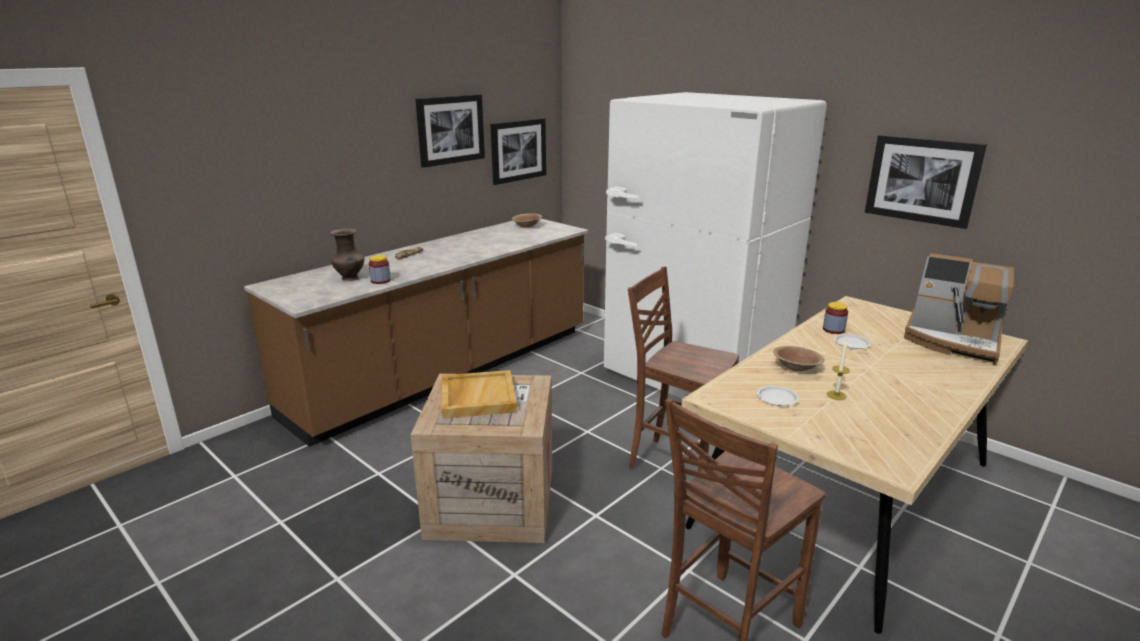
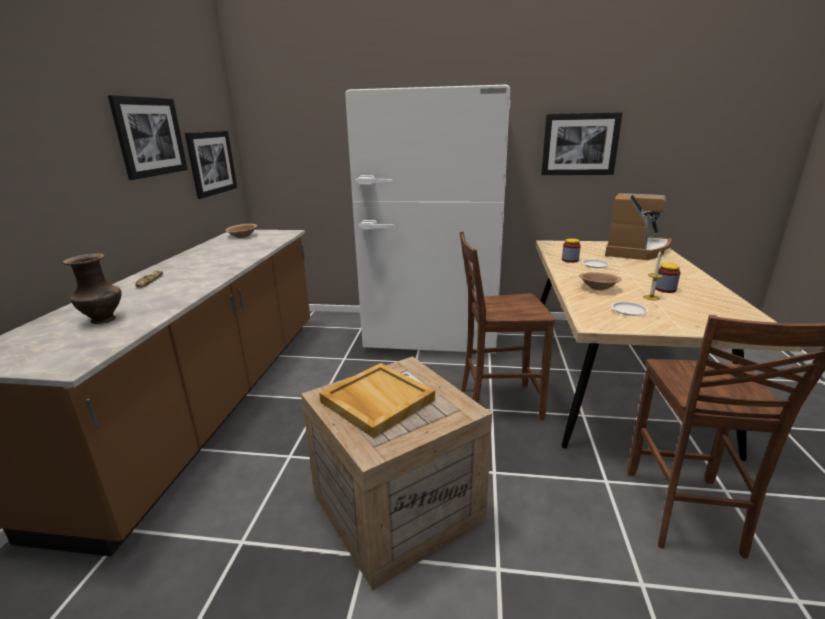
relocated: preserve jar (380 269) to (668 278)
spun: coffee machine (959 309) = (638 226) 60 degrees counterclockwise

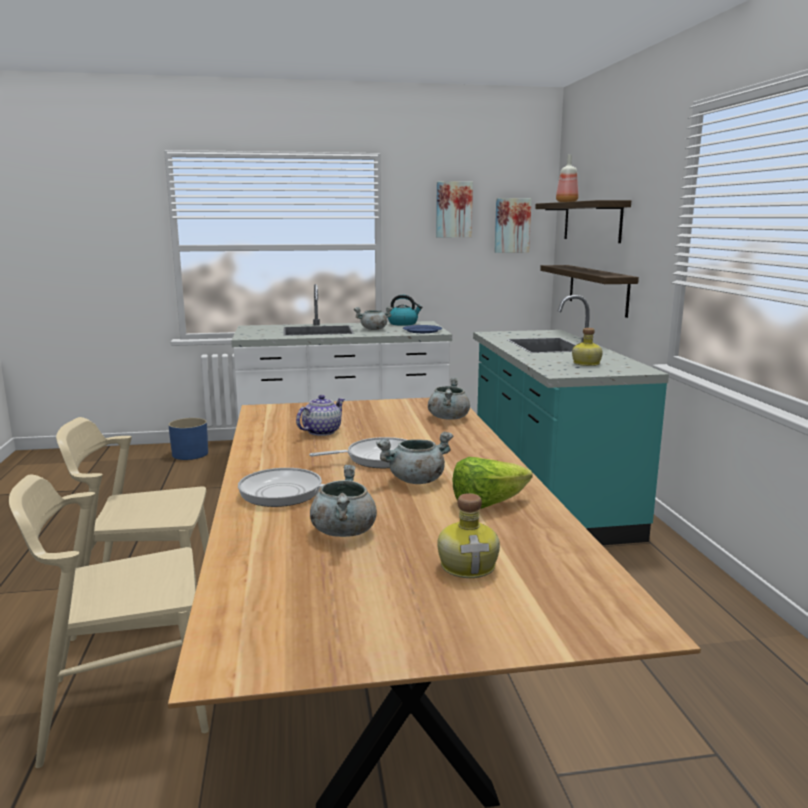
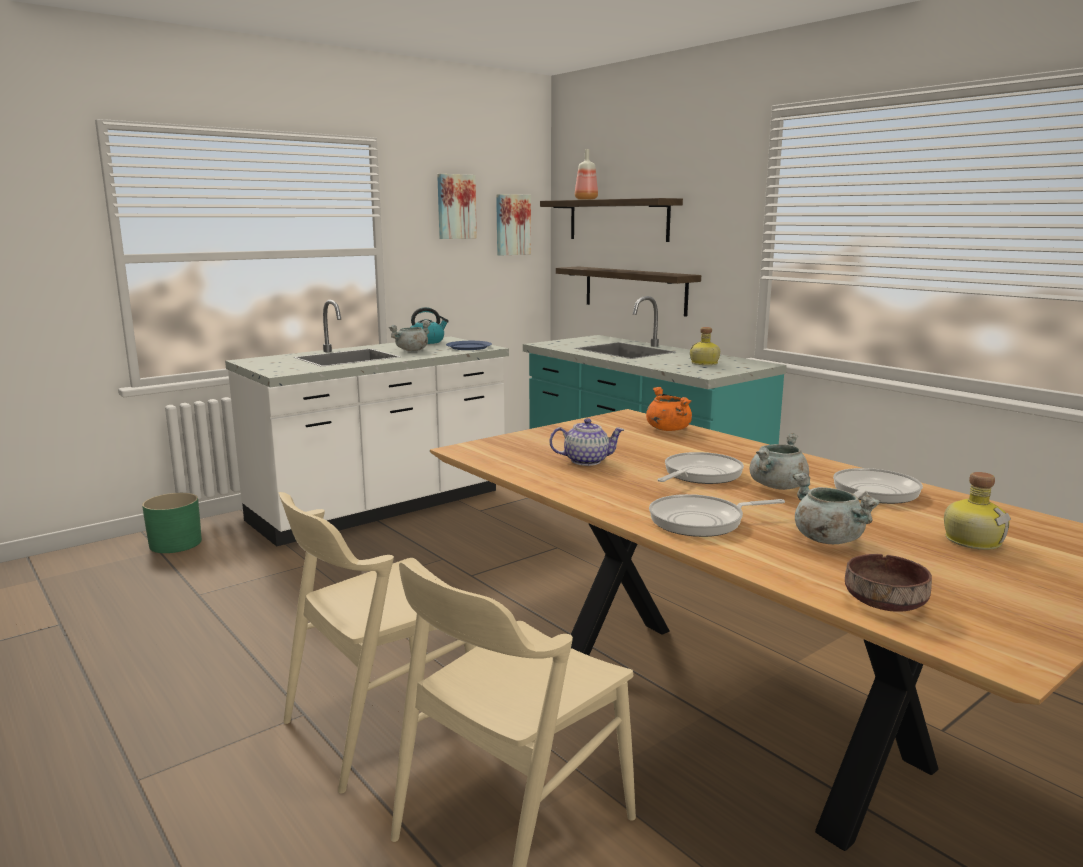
appeared: brownish serving bowl (888 583)
exchanged: head of lettuce (492 483) to frying pan (878 486)
colour: blue planter (188 439) to green-coloured planter (172 523); gray cooking pot (449 399) to orange cooking pot (669 409)
spun: pot for tea (320 415) = (586 442) 75 degrees clockwise

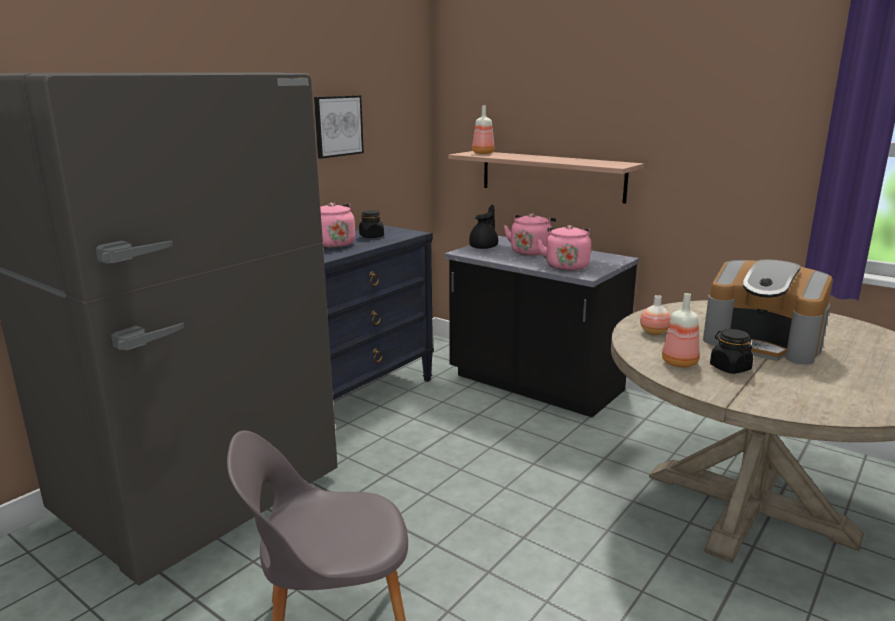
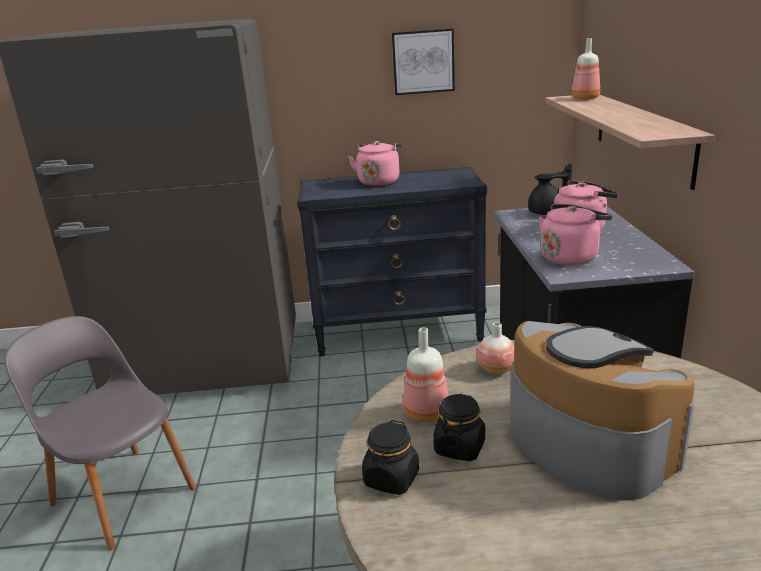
relocated: black-coloured preserve jar (371 224) to (390 457)
spun: coffee machine (768 312) = (602 410) 150 degrees clockwise

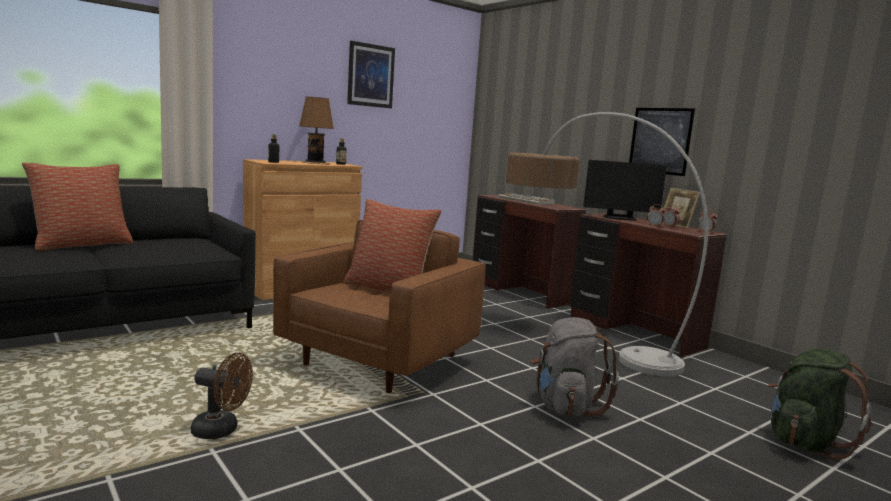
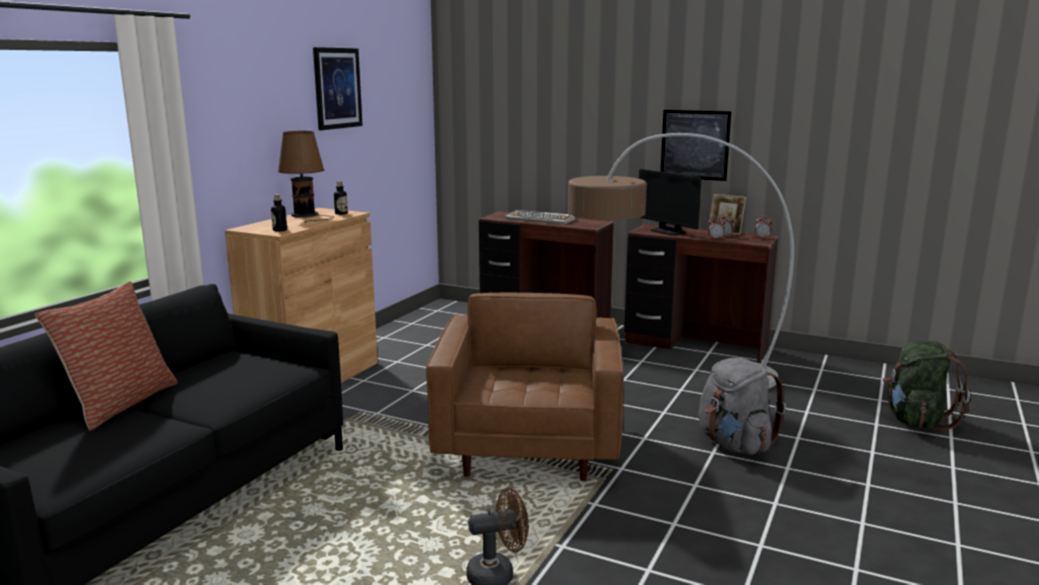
missing: pillow (392 246)
spun: computer screen (625 190) = (670 202) 75 degrees clockwise

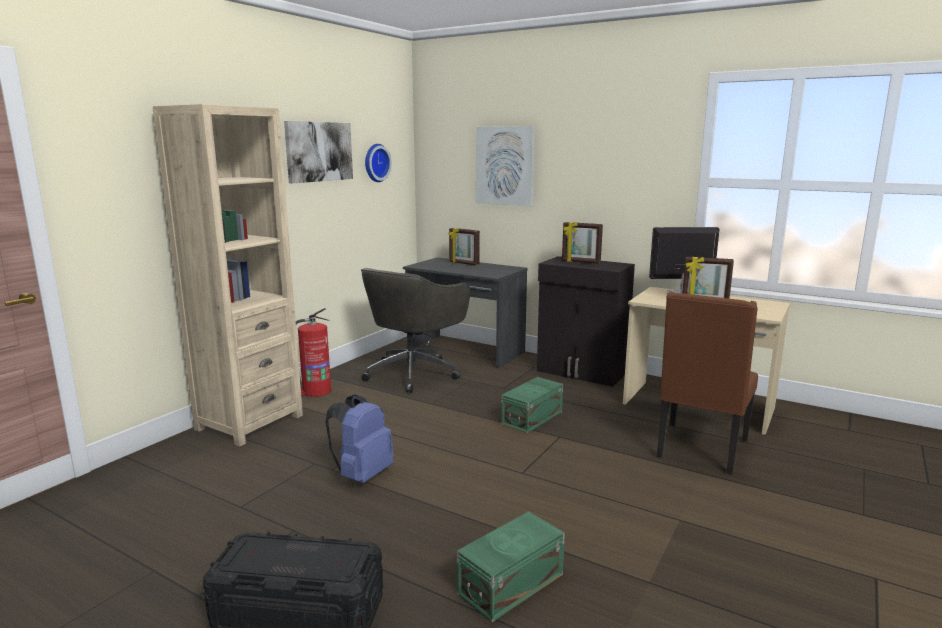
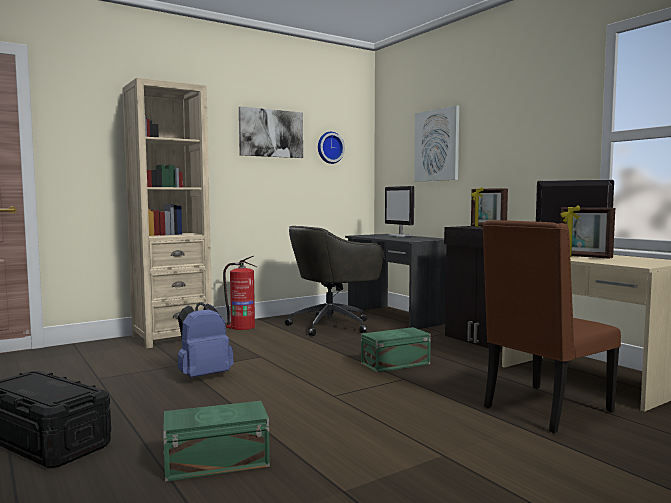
exchanged: picture frame (464 246) to computer screen (399 211)

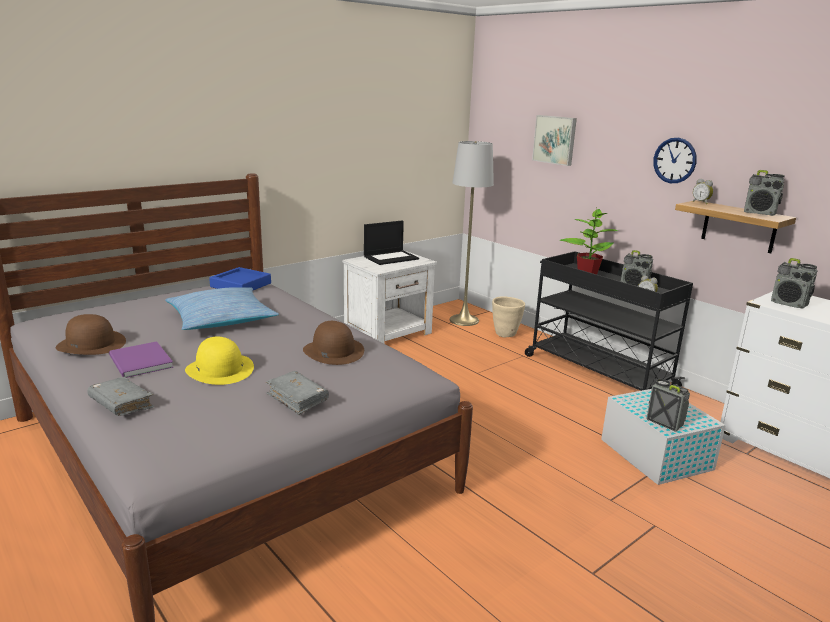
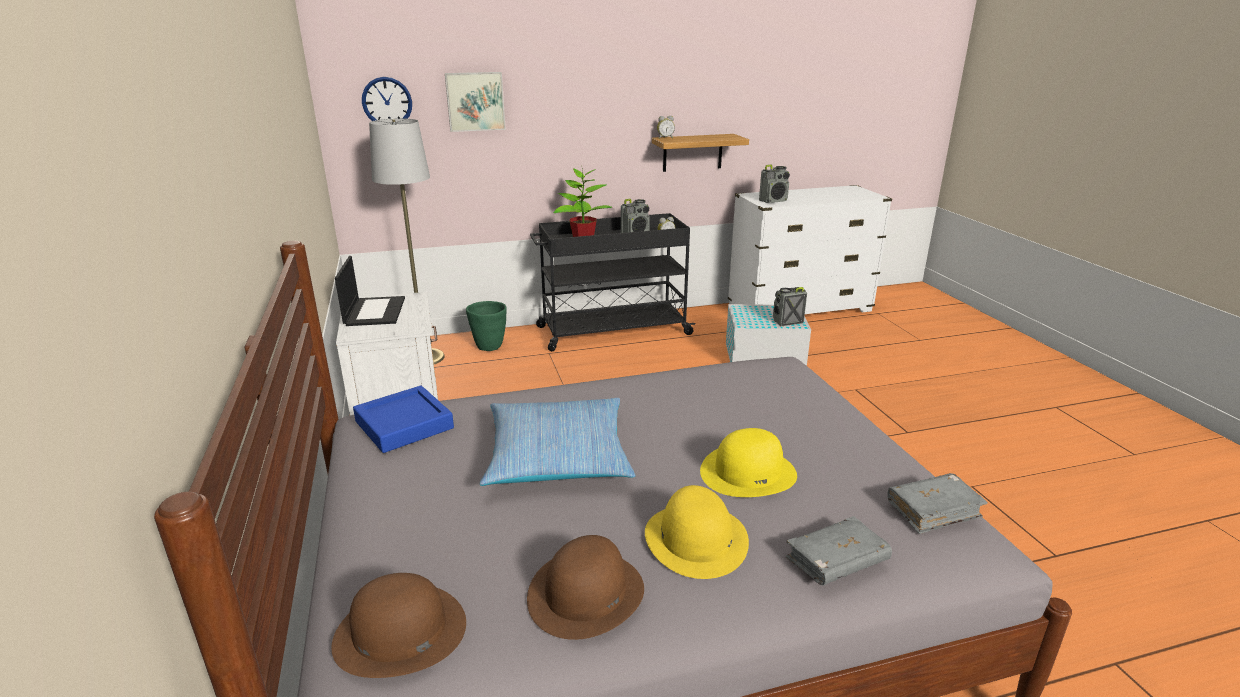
missing: radio set (764 193)
relocated: brownish hat (333 343) to (398 625); wall clock (675 160) to (387 99); gray bound book (297 393) to (937 503)
exchanged: purple bound book (141 359) to yellow-coloured hat (697 532)
colour: beige-coloured planter (508 316) to green-coloured planter (486 326)

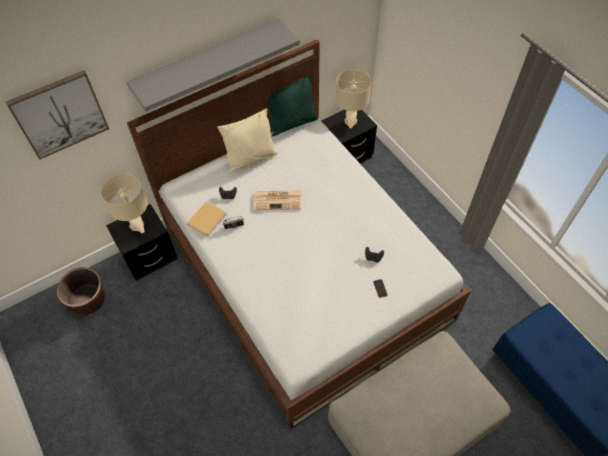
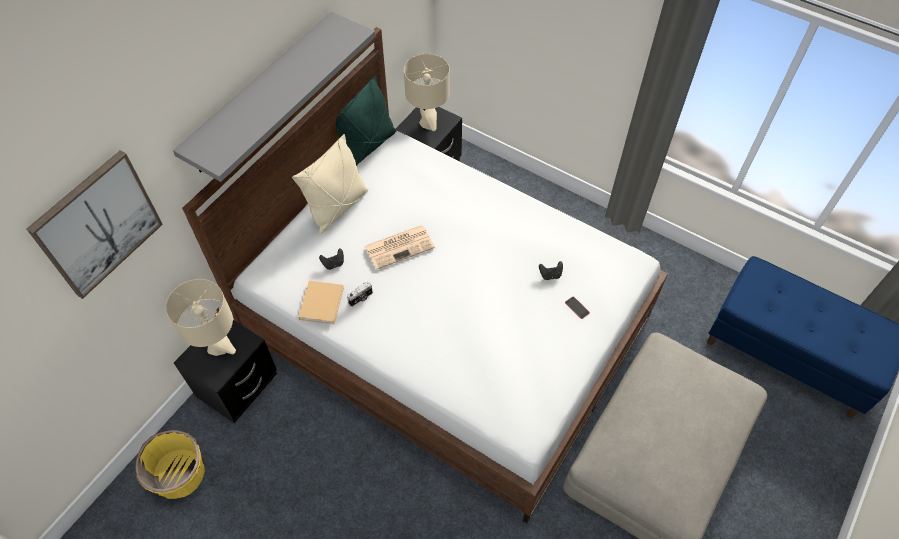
colour: brownish planter (81 291) to yellow-coloured planter (170 464)

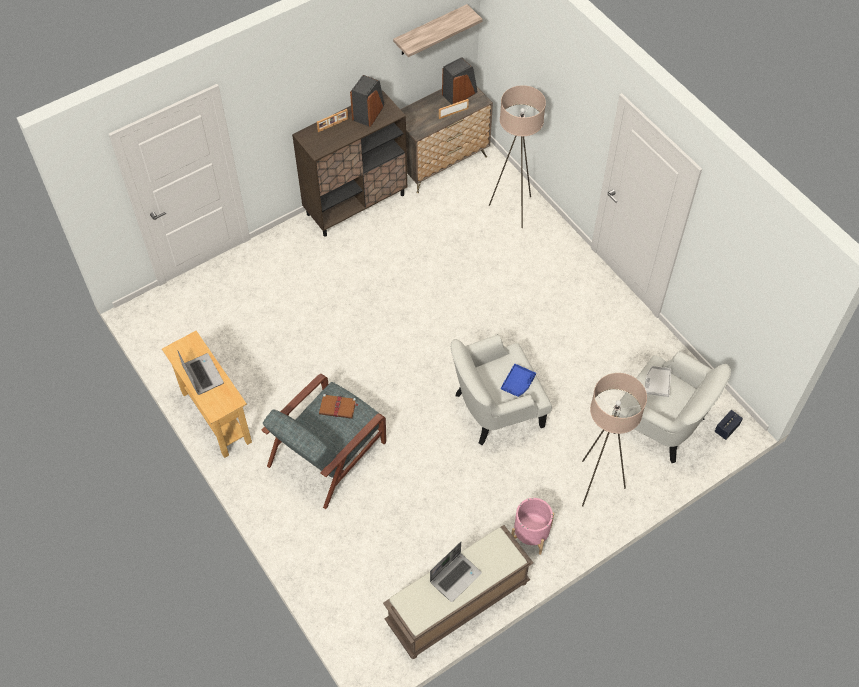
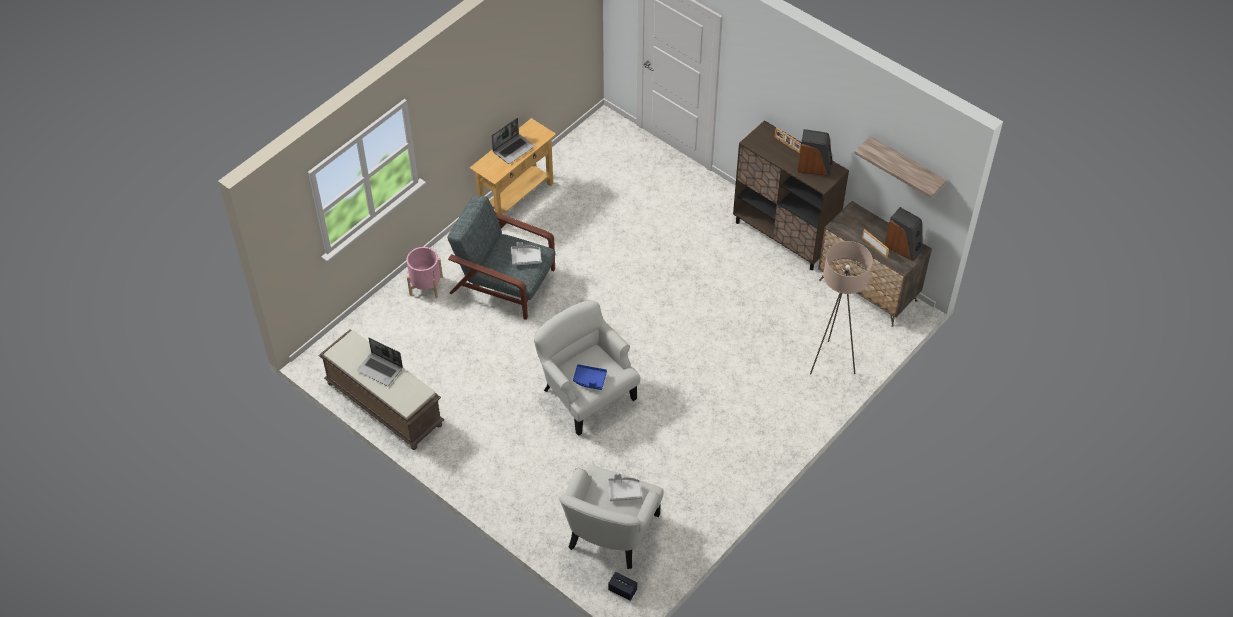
missing: beige-coloured standard lamp (614 440)
relocated: pink-coloured planter (533 526) to (425 272)
exchanged: brownish bound book (338 406) to gray carrying tray (526 254)

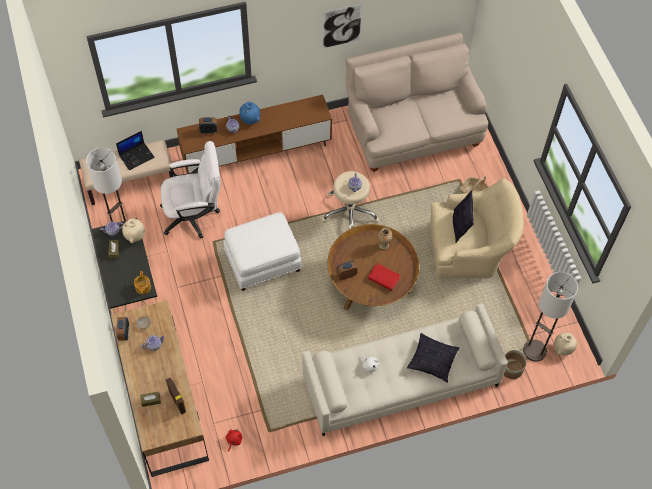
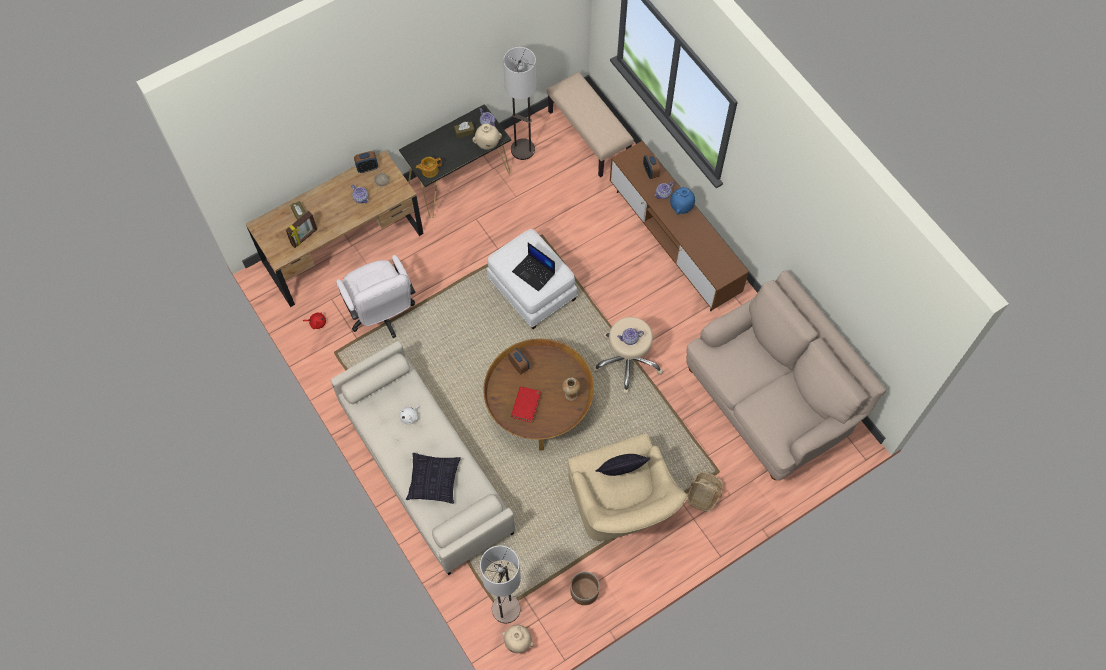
missing: picture (342 26)
relocated: white desk chair (190 190) to (375 296); notebook computer (135 150) to (533 267); planter (515 364) to (584 588)

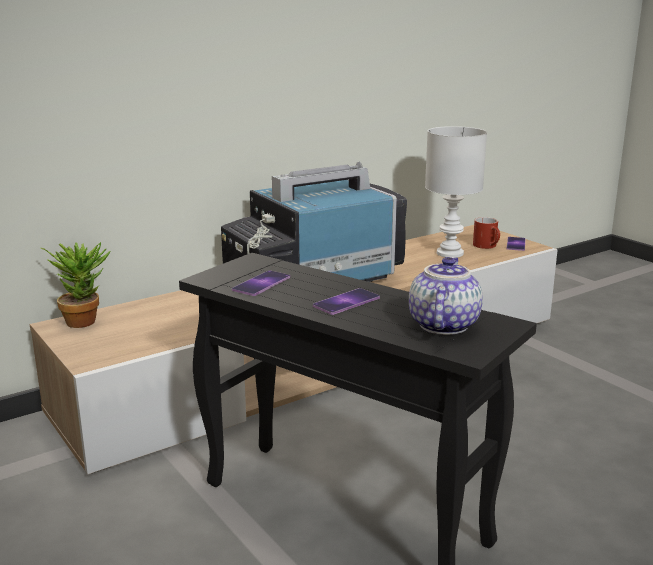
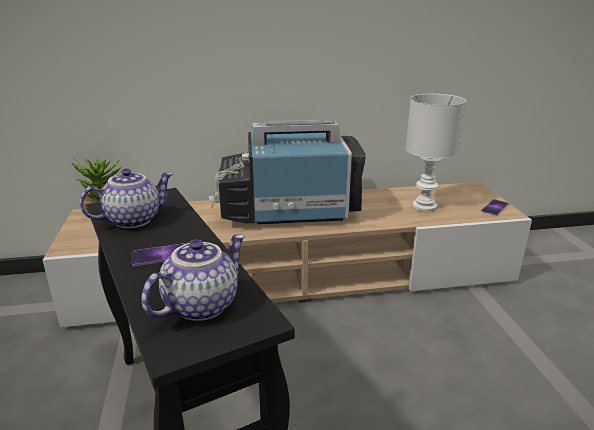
missing: reddish coffee mug (486 233)
exchanged: telephone (261 283) to pot for tea (126 198)

